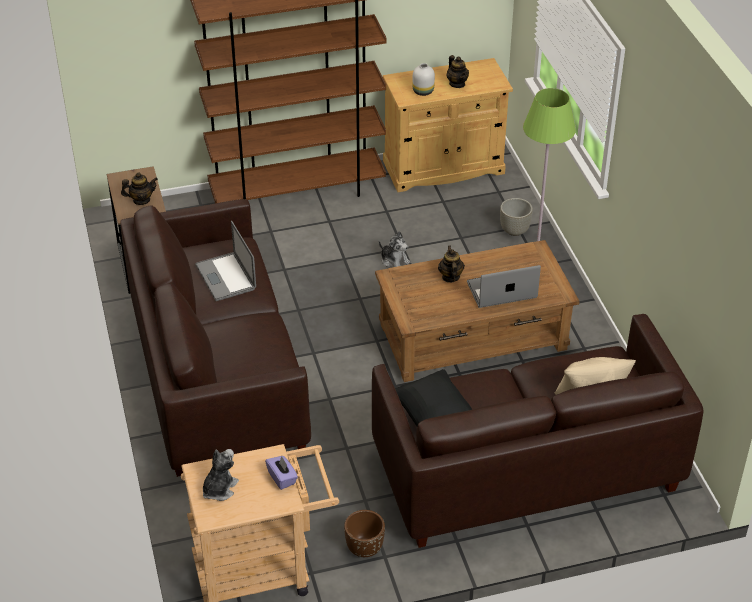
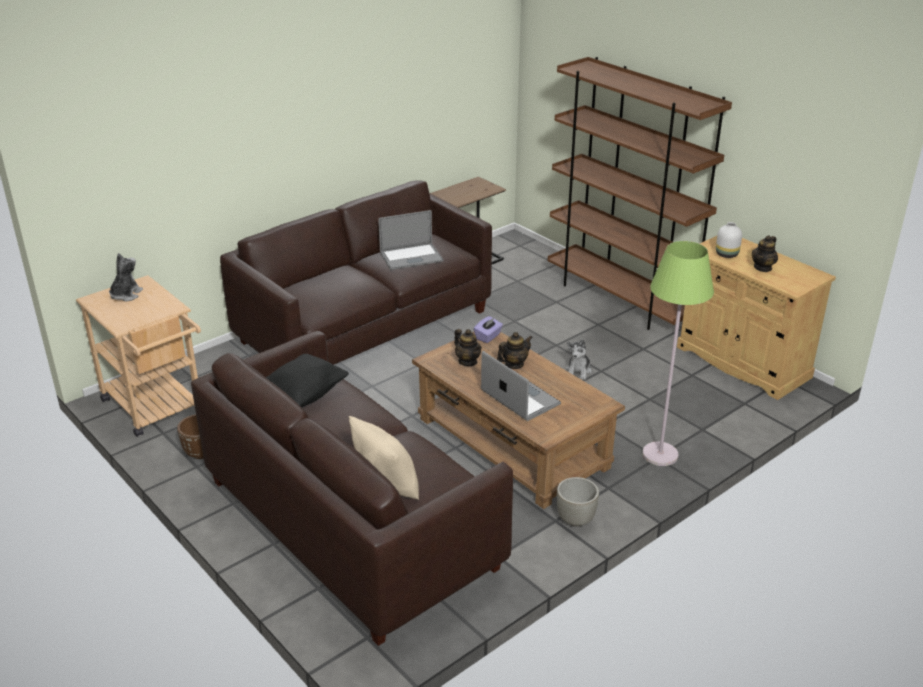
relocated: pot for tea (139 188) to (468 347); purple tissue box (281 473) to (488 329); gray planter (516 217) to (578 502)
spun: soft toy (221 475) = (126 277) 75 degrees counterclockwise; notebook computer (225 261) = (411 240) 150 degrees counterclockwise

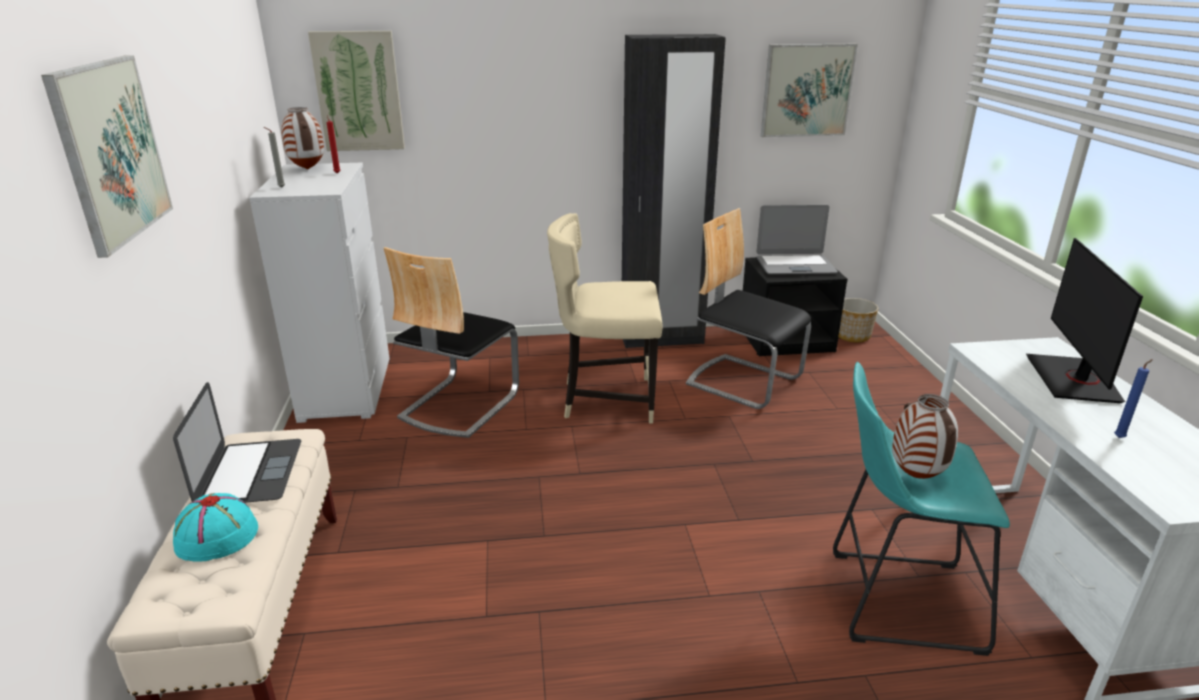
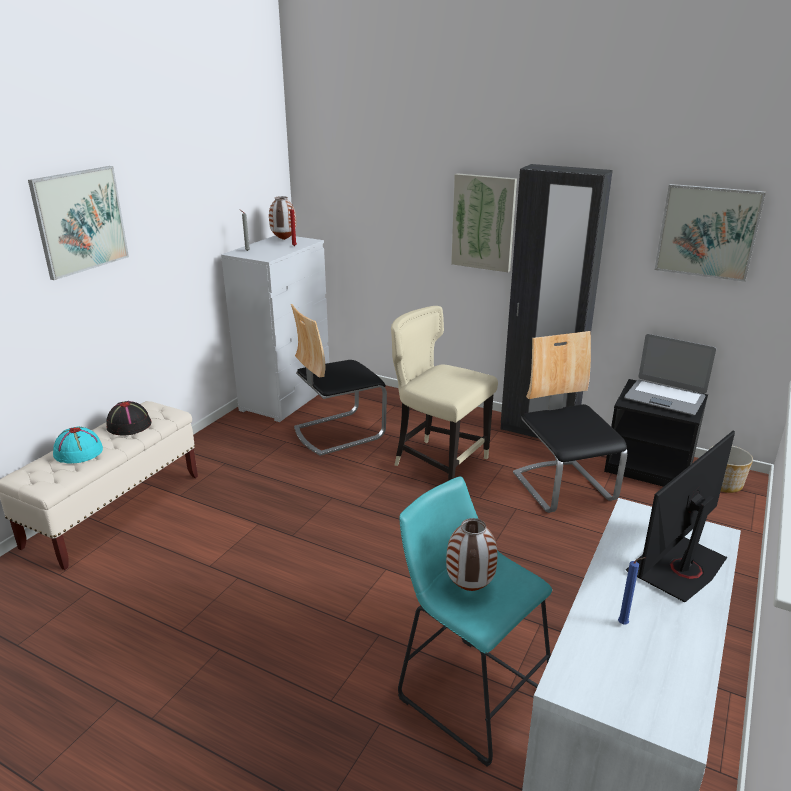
relocated: picture (356 91) to (484 222)
exchanged: notebook computer (237 442) to black-coloured hat (129 418)

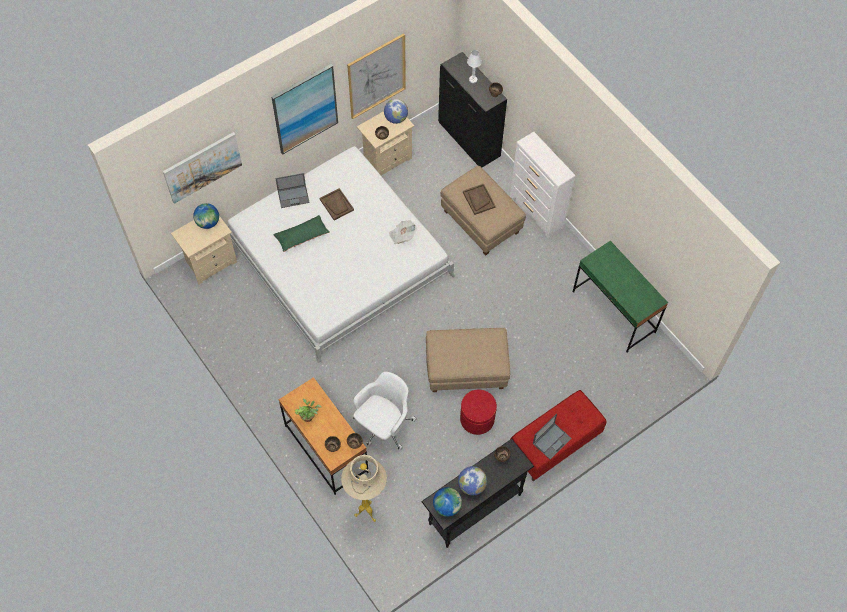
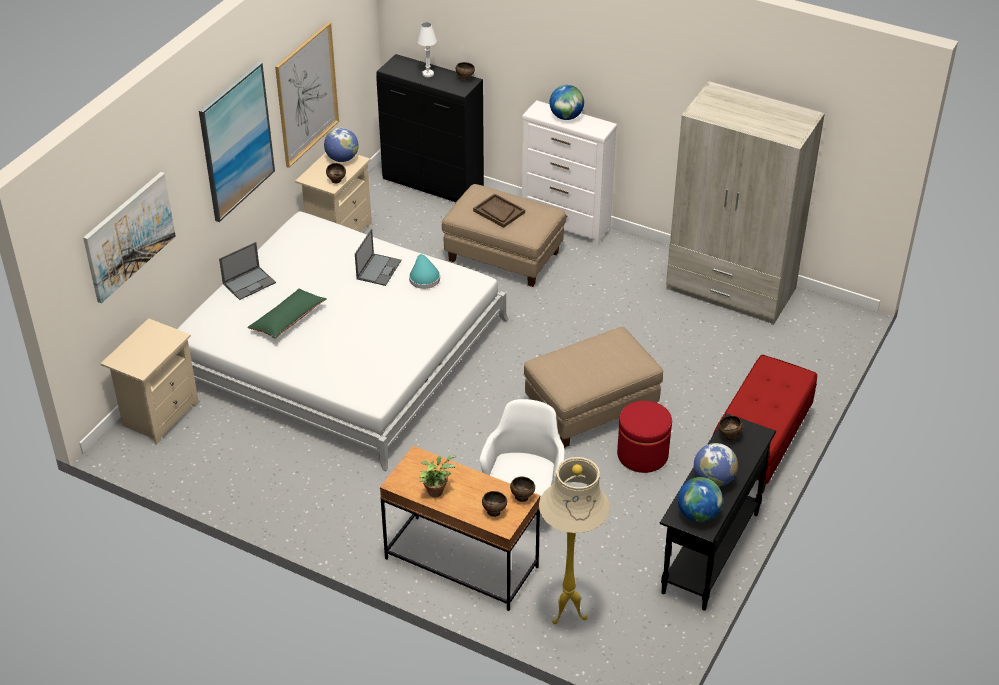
missing: brownish carrying tray (337 204)
relocated: notebook computer (552 436) to (378 257); world globe (206 216) to (567 102)
exchanged: daily paper (402 232) to turquoise-coloured hat (424 271); green-coloured desk table (620 296) to beige-coloured clothes cupboard (745 203)

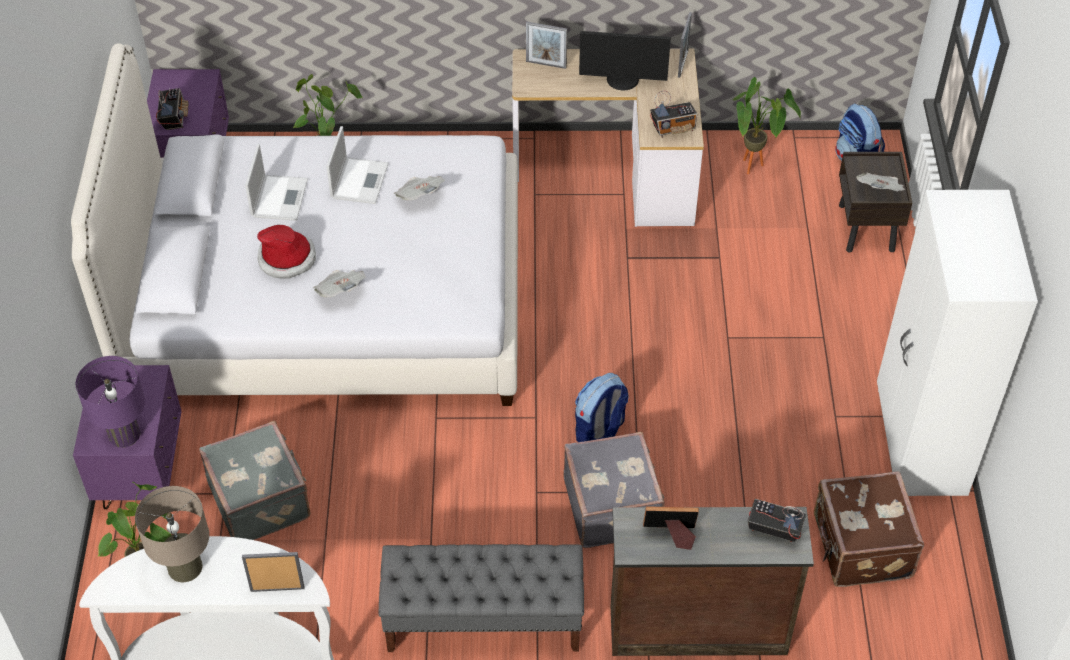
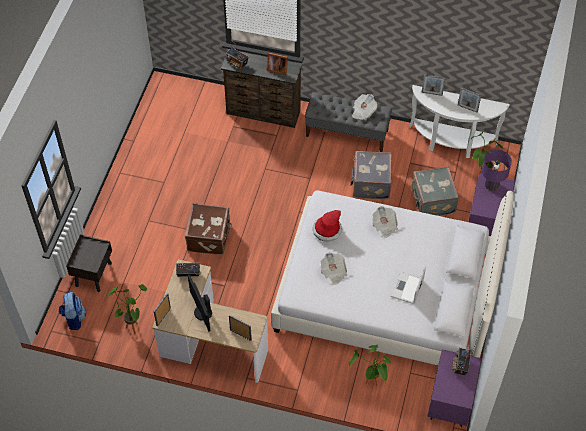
missing: notebook computer (357 165); knapsack (602 407); white clothes cupboard (957 343)
relocated: brownish suitcase (869 529) to (208 229); hat (286 252) to (327 226); gray suitcase (614 490) to (371 175); daily paper (881 182) to (364 107)
exchanged: beige-coloured tabletop lamp (172 534) to picture frame (469 100)
spun: computer screen (625 60) = (200 303) 135 degrees counterclockwise

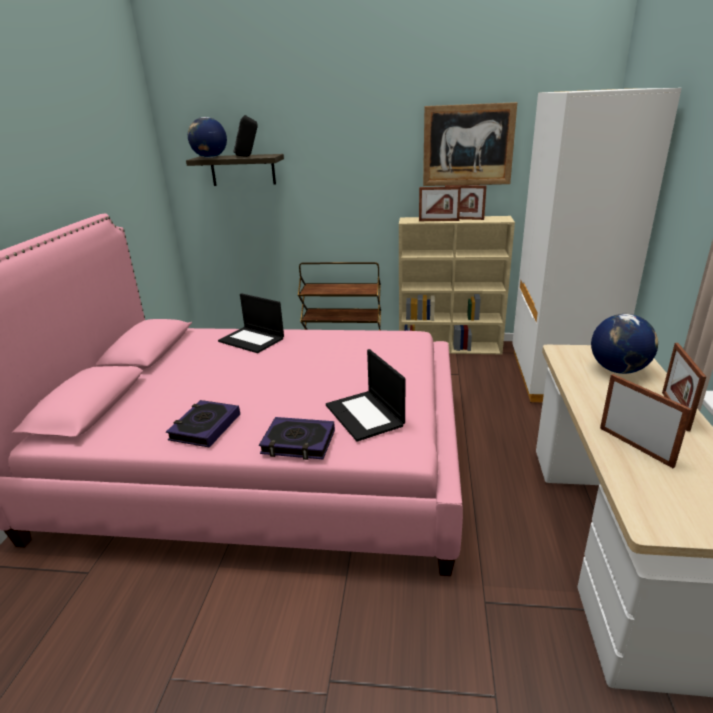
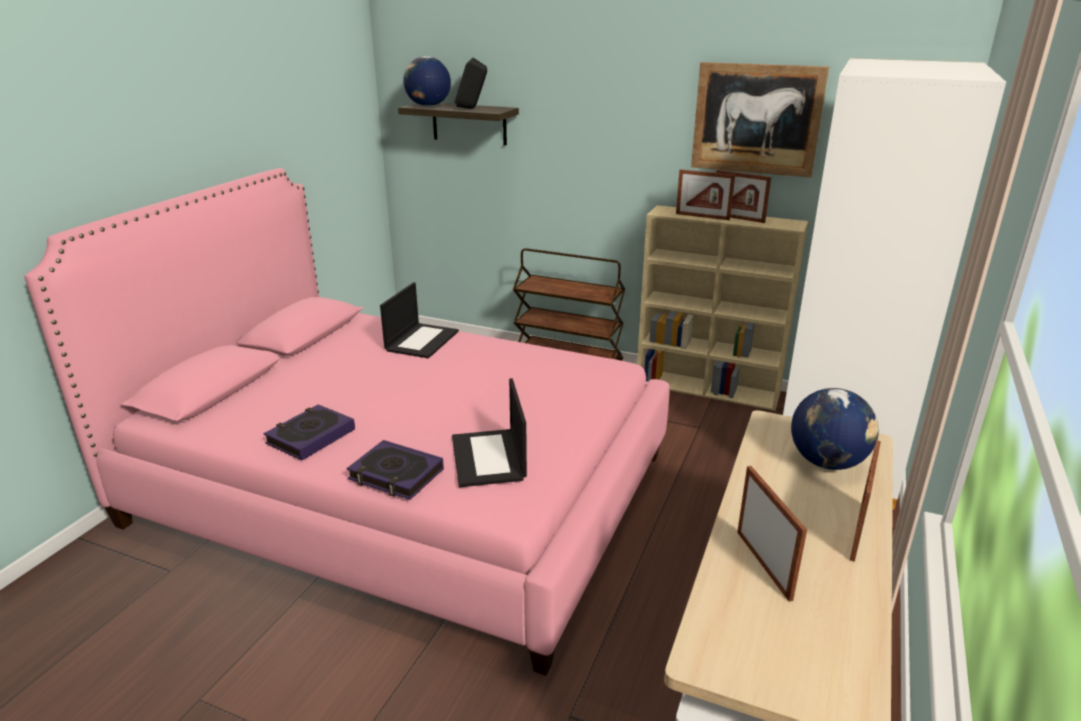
spun: notebook computer (251 323) = (419 320) 120 degrees counterclockwise

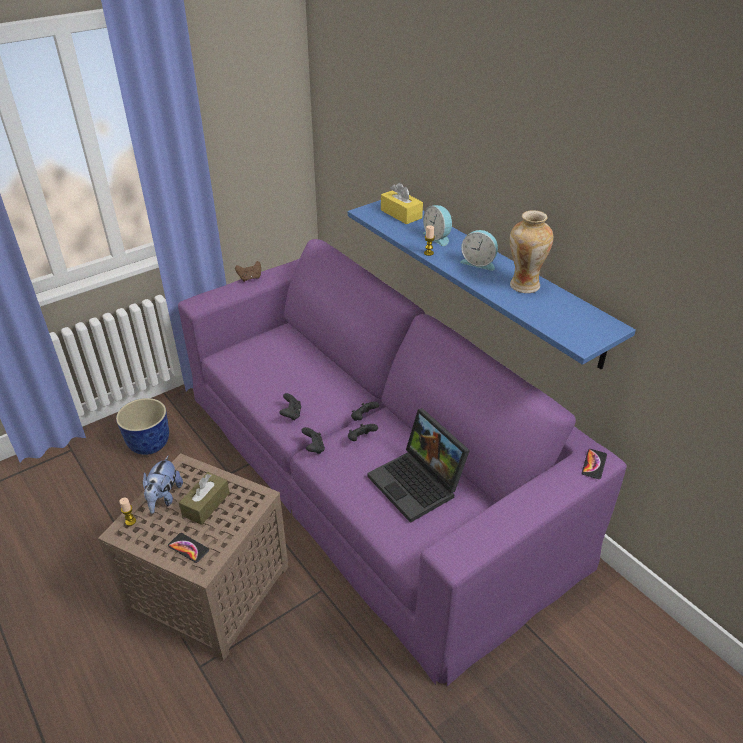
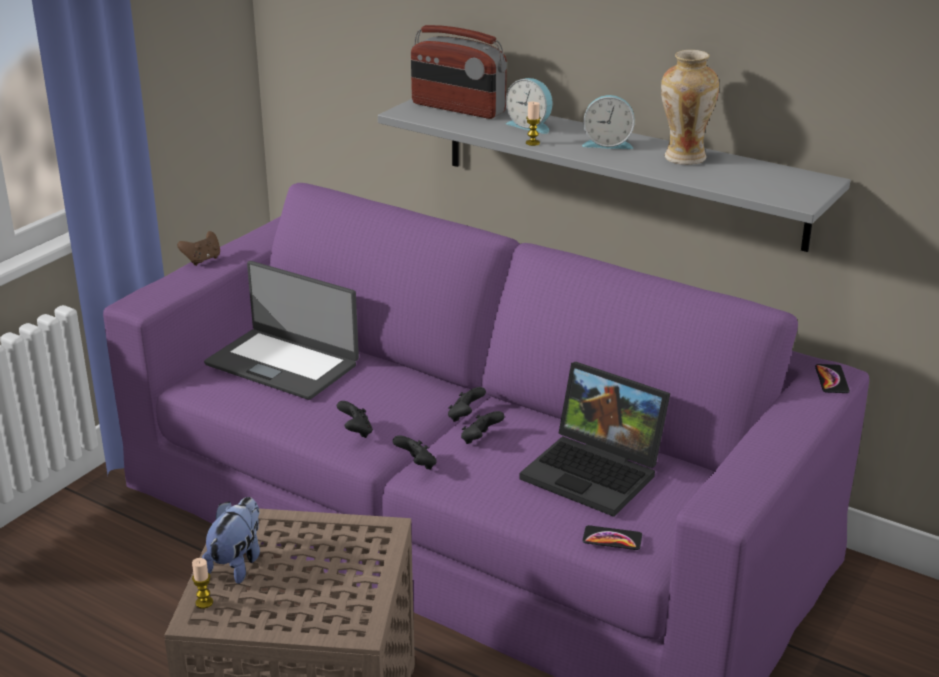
missing: planter (142 426); brownish tissue box (204 498)
appeared: notebook computer (281 330)
relocated: telephone (188 548) to (612 537)
exchanged: yellow-coloured tissue box (402 203) to radio set (459 72)
colour: blue wall shelf (492 285) to gray wall shelf (614 175)
spun: soft toy (163 484) = (231 540) 150 degrees counterclockwise

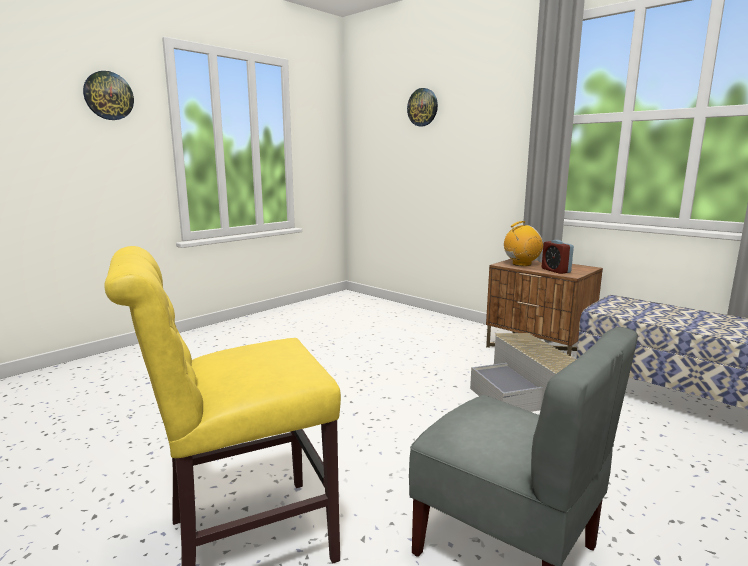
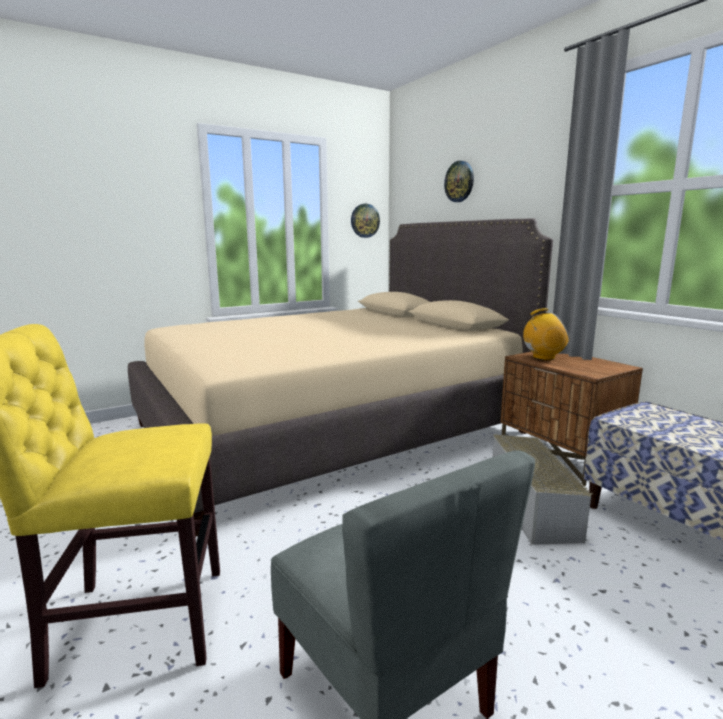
missing: bedside clock (558 257)
appeared: beige-coloured bed (340 377)
relocated: wall clock (108 95) to (365 221)

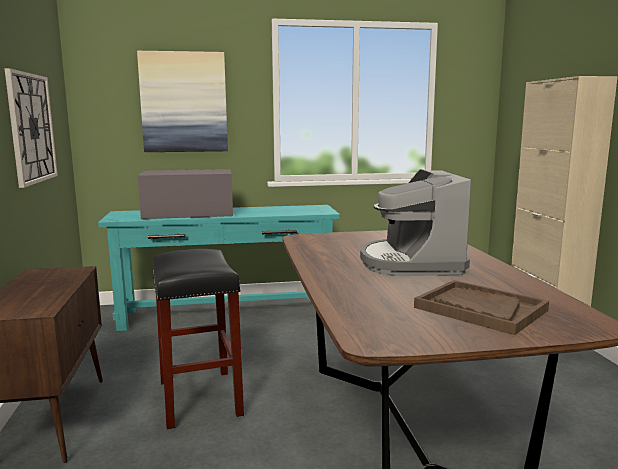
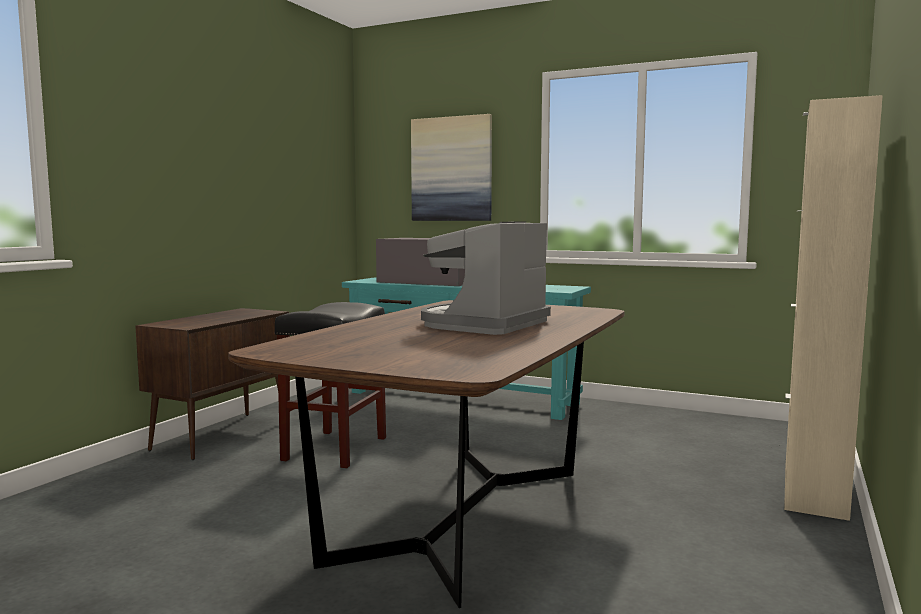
missing: wall clock (31 128); brownish carrying tray (481 307)

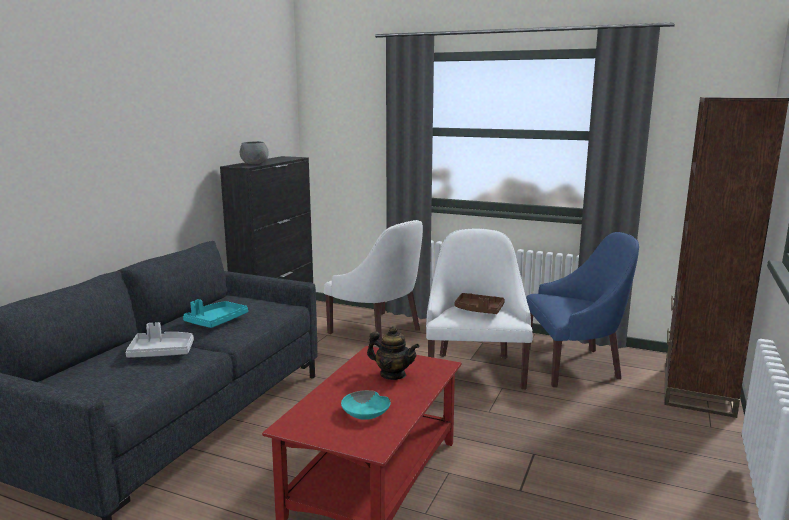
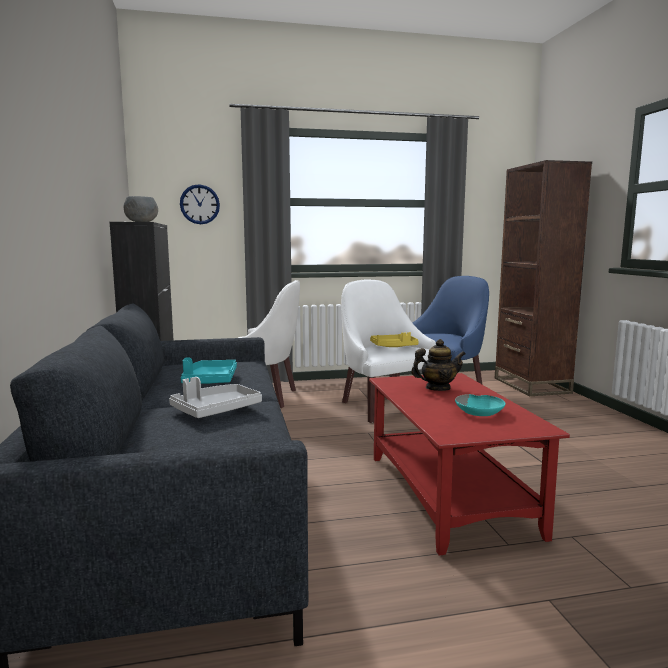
appeared: wall clock (200 204)
colour: brownish carrying tray (480 303) to yellow-coloured carrying tray (394 339)

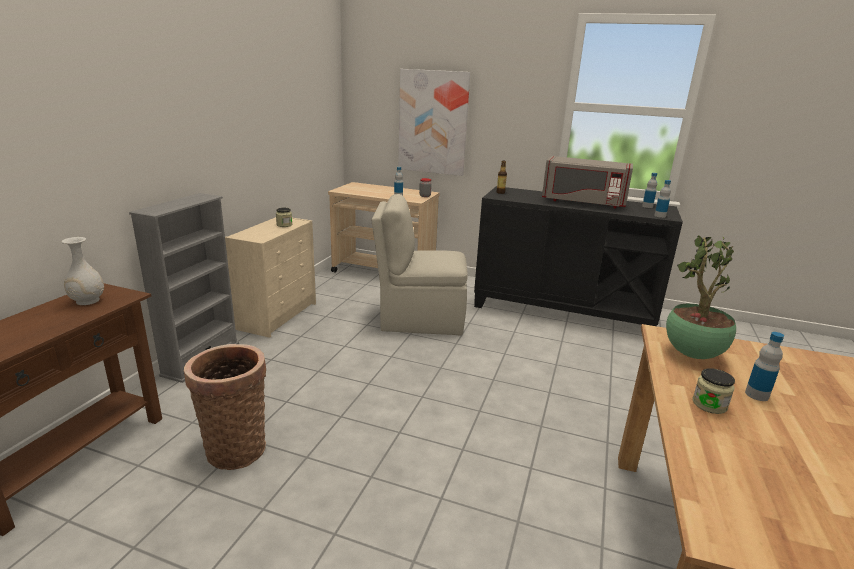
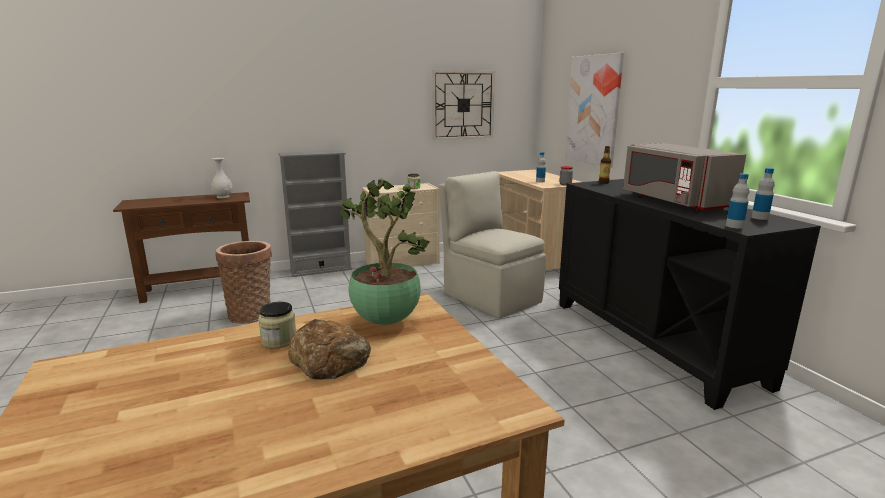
appeared: wall clock (463 105)
exchanged: beverage bottle (764 366) to bread (329 349)

